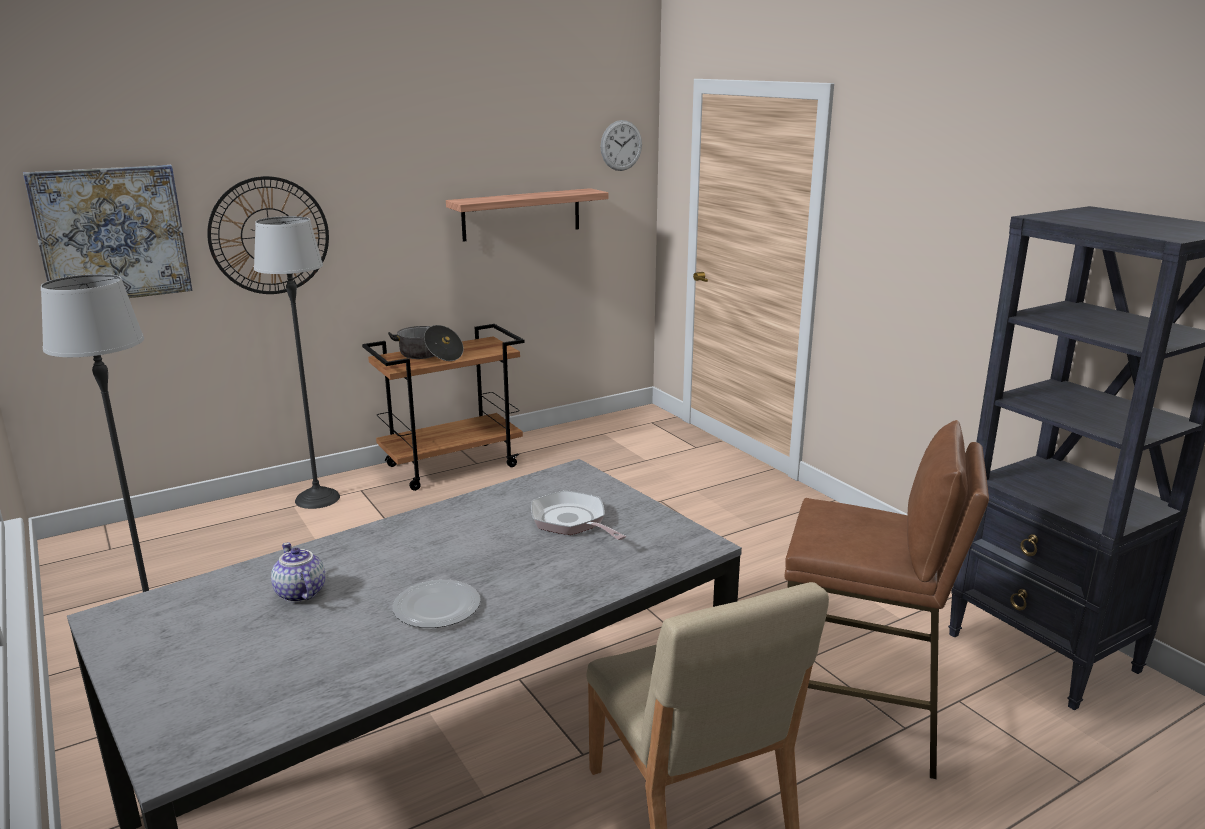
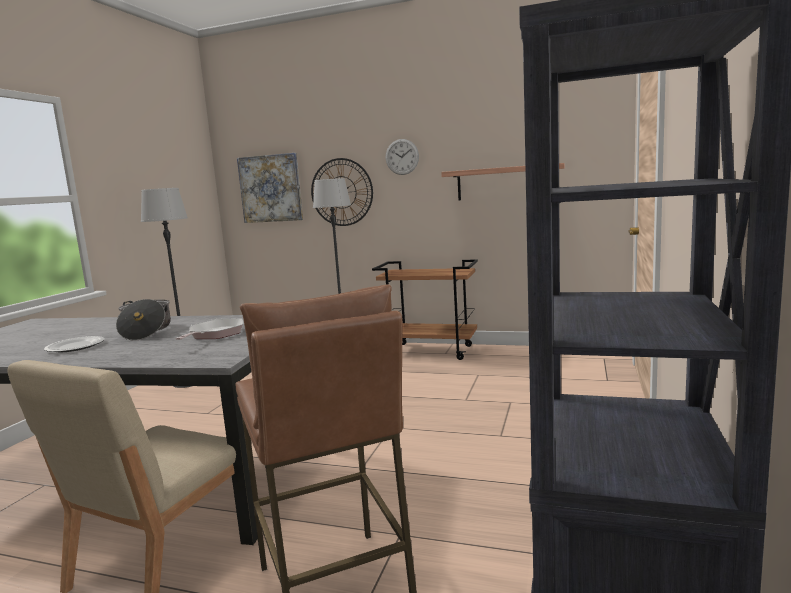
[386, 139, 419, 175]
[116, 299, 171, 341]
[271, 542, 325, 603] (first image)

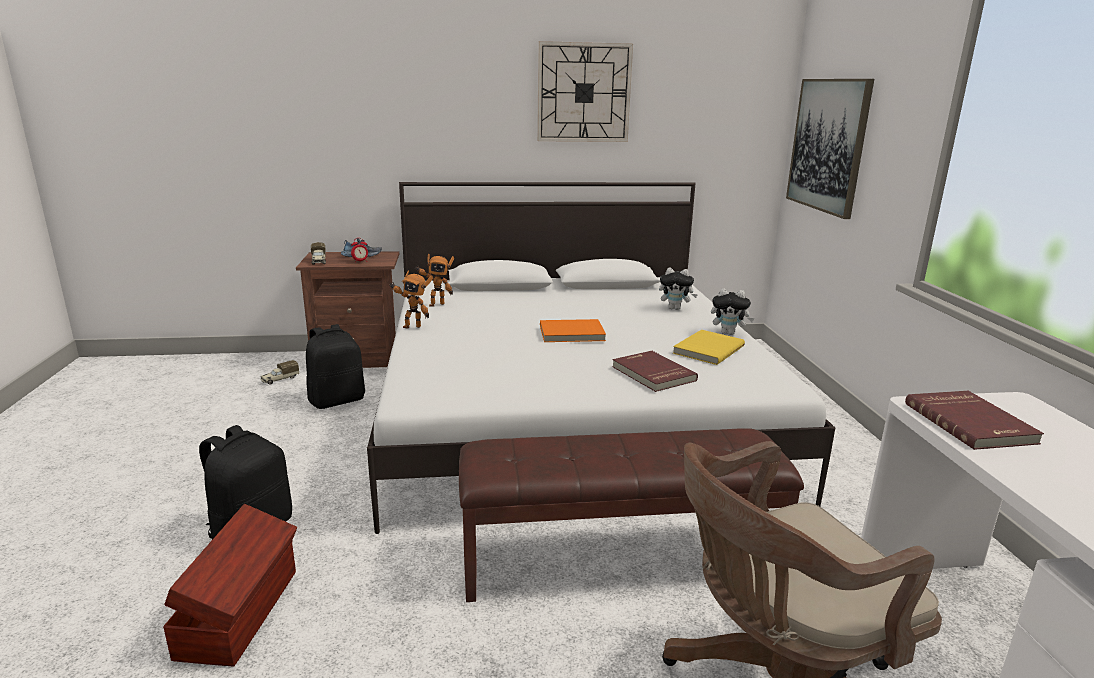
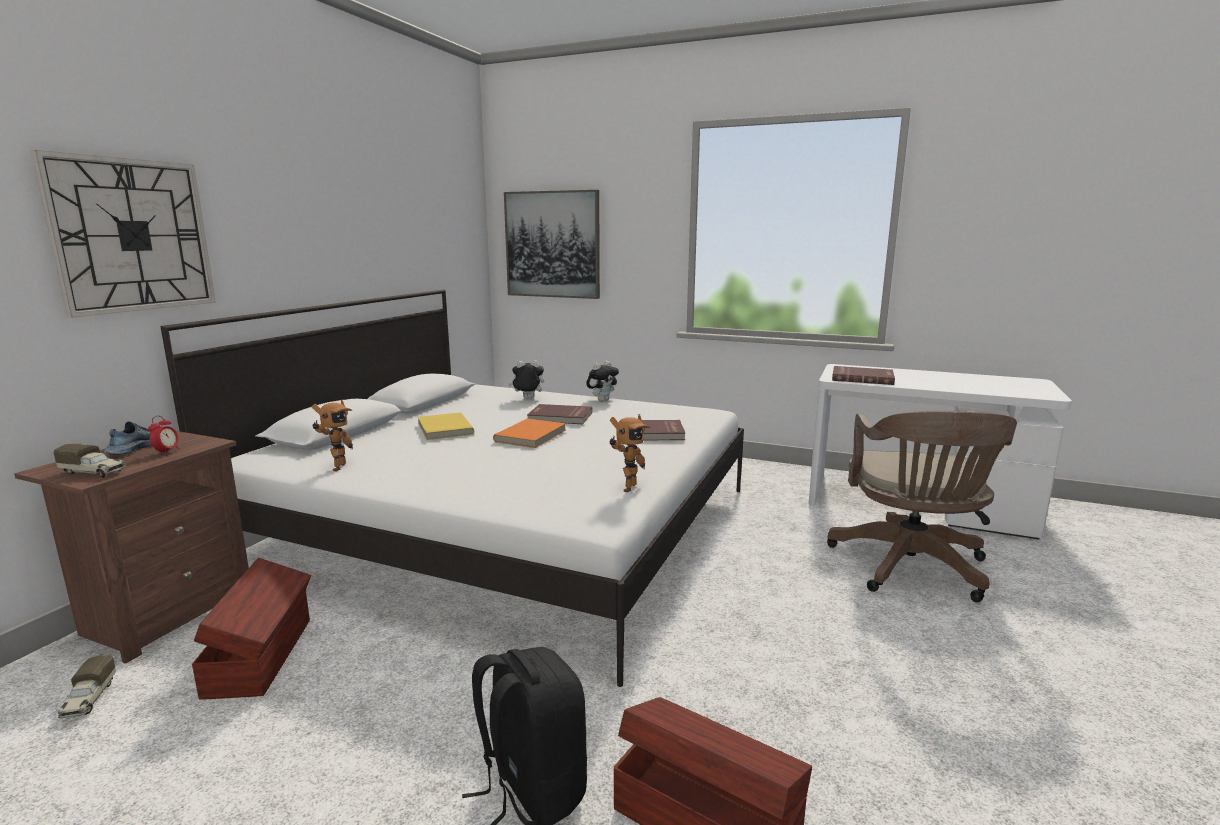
[31, 150, 216, 318]
[508, 360, 544, 399]
[609, 414, 650, 492]
[192, 558, 311, 700]
[418, 412, 474, 440]
[459, 428, 804, 602] (first image)
[527, 404, 593, 424]

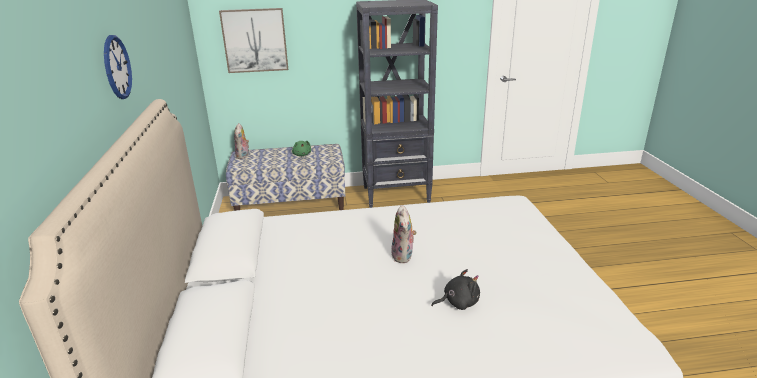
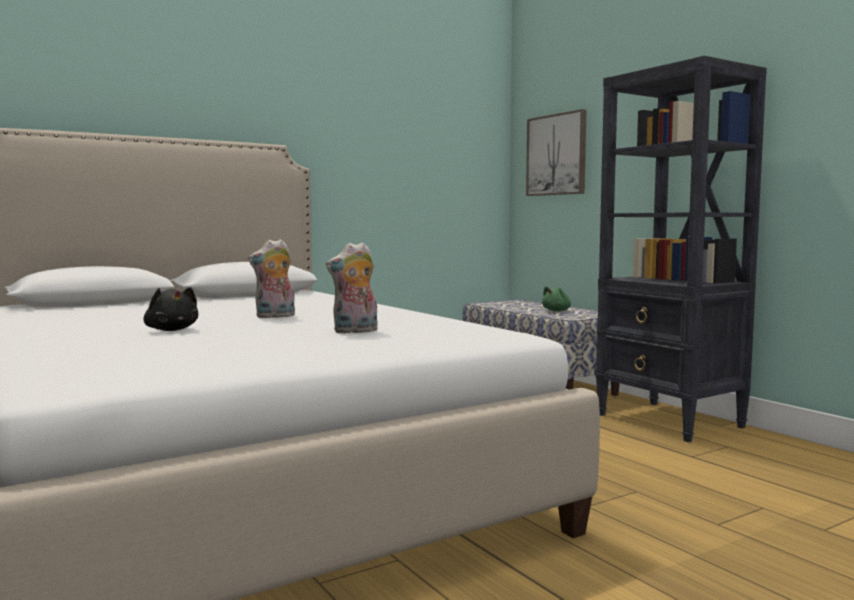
[104, 35, 132, 99] (first image)
[326, 242, 378, 334]

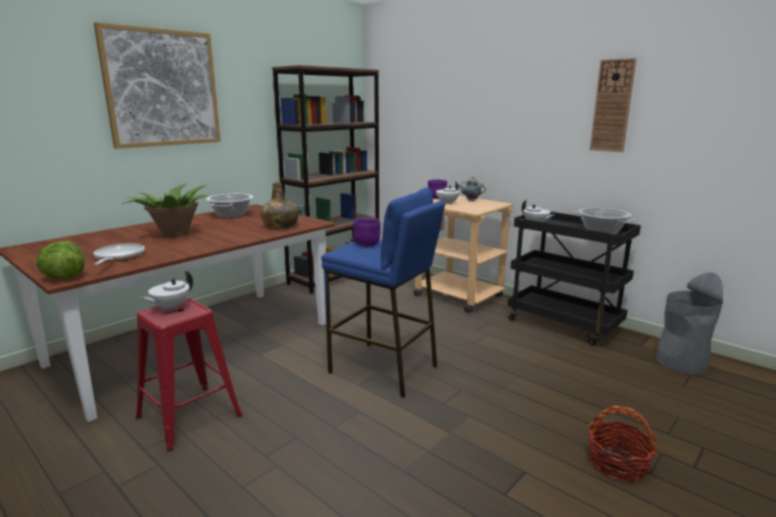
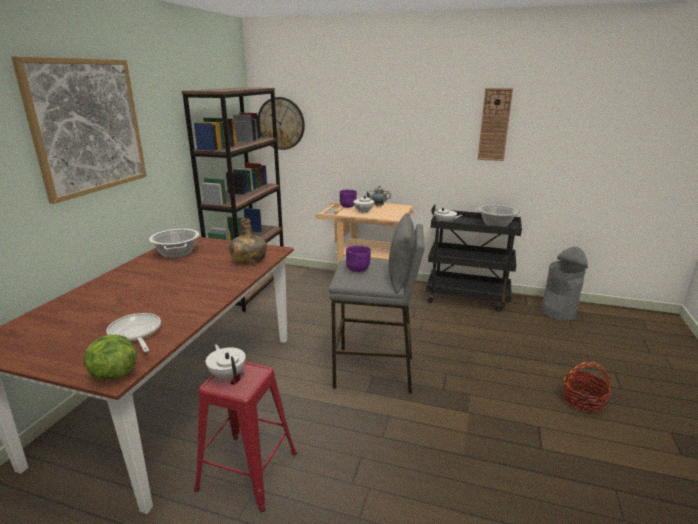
[122, 184, 208, 238] (first image)
[329, 213, 424, 394]
[206, 344, 246, 380]
[258, 97, 305, 150]

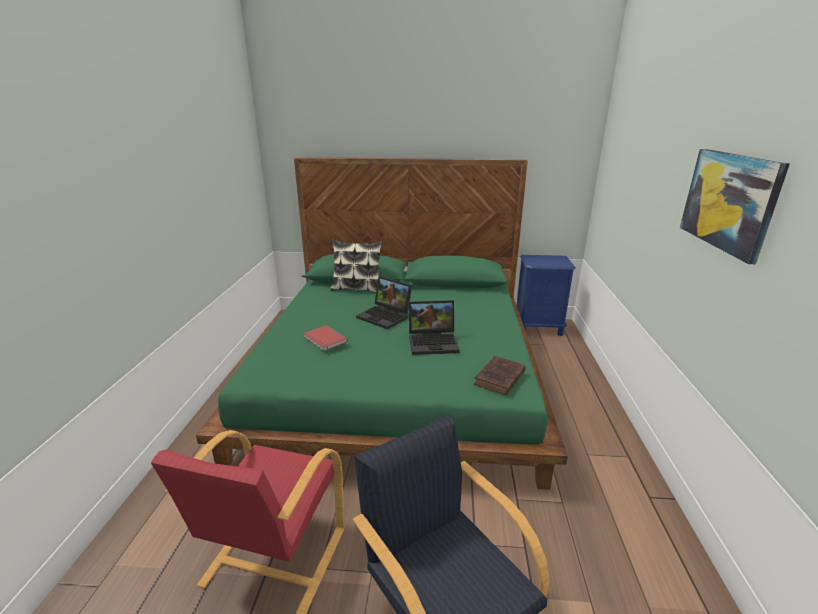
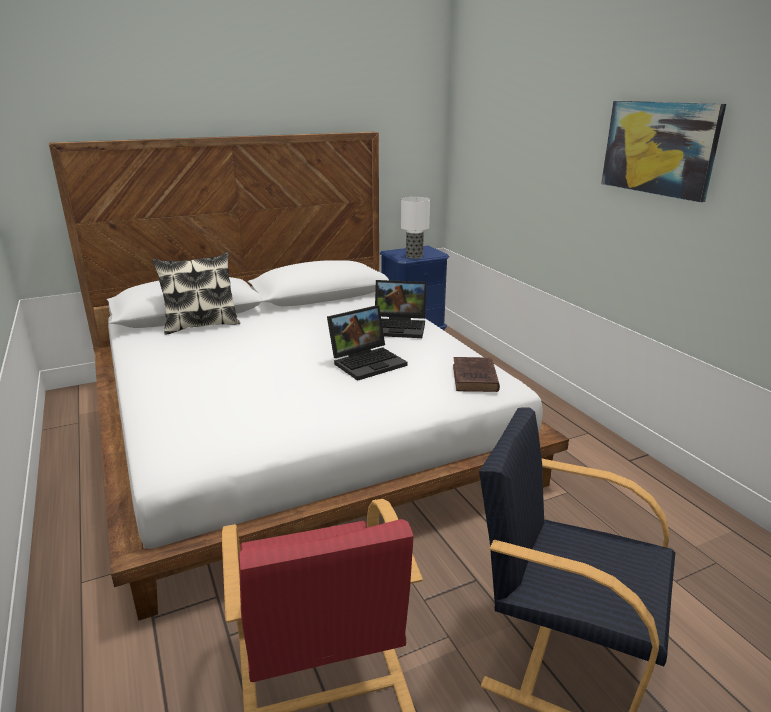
[49, 132, 569, 620]
[375, 280, 427, 338]
[303, 325, 348, 351] (first image)
[401, 197, 430, 259]

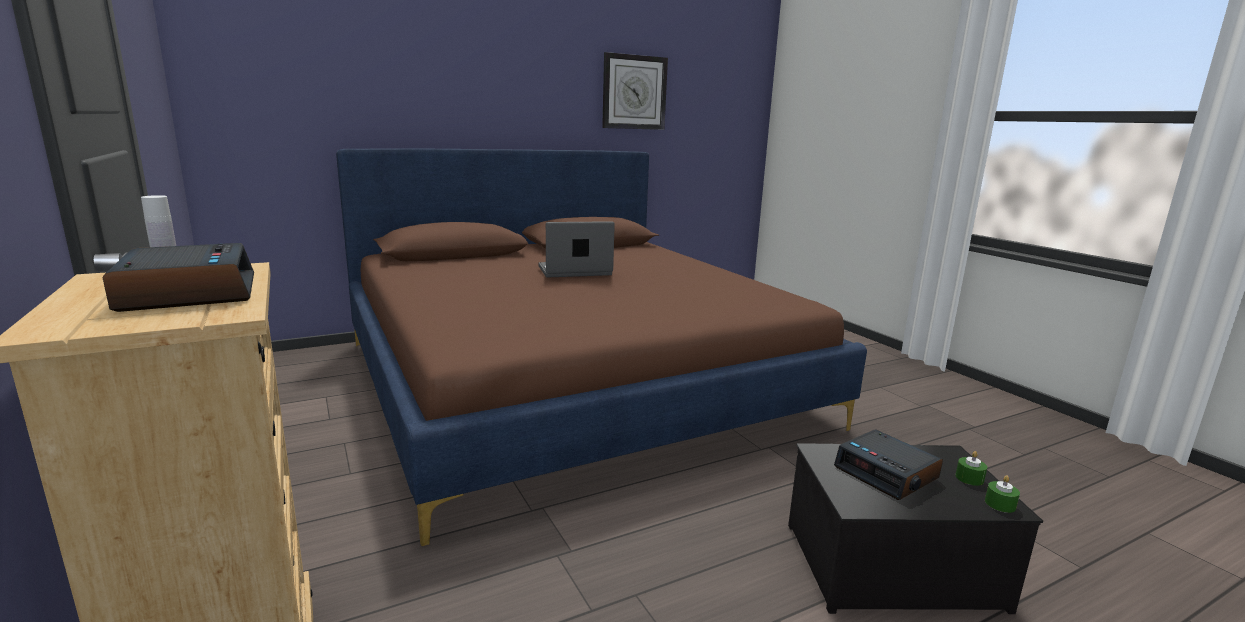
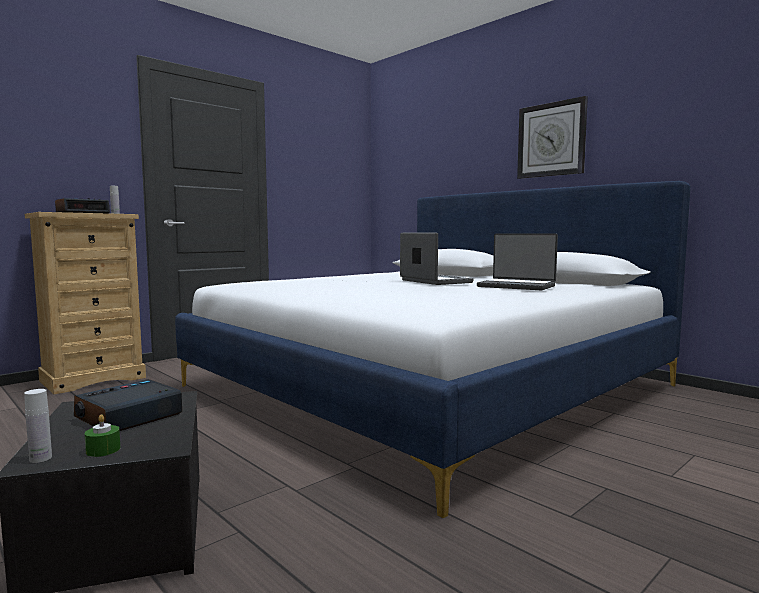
[517, 96, 588, 179]
[175, 181, 691, 518]
[24, 389, 52, 463]
[477, 234, 558, 291]

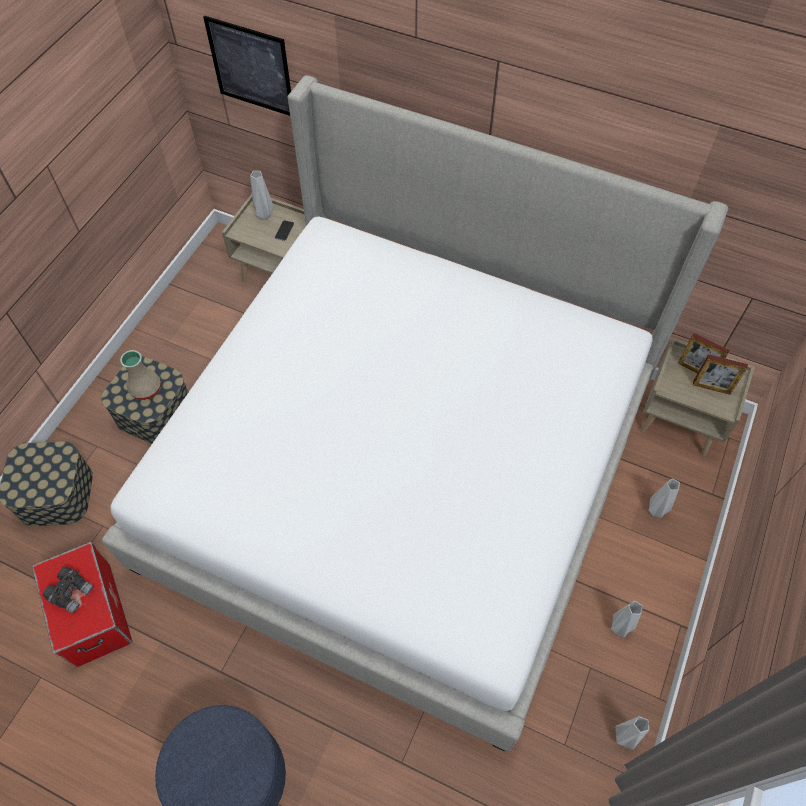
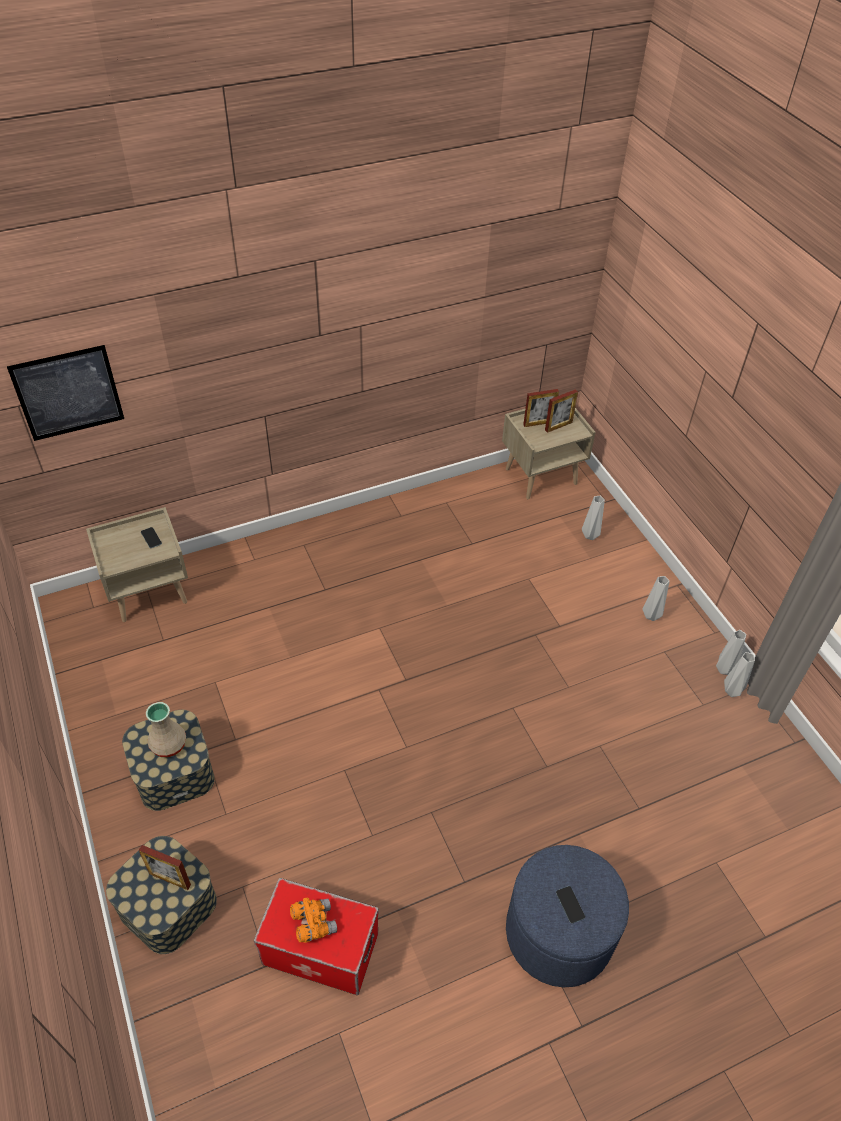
[102, 75, 728, 752] (first image)
[724, 652, 755, 697]
[290, 897, 337, 943]
[139, 845, 191, 890]
[556, 886, 585, 924]

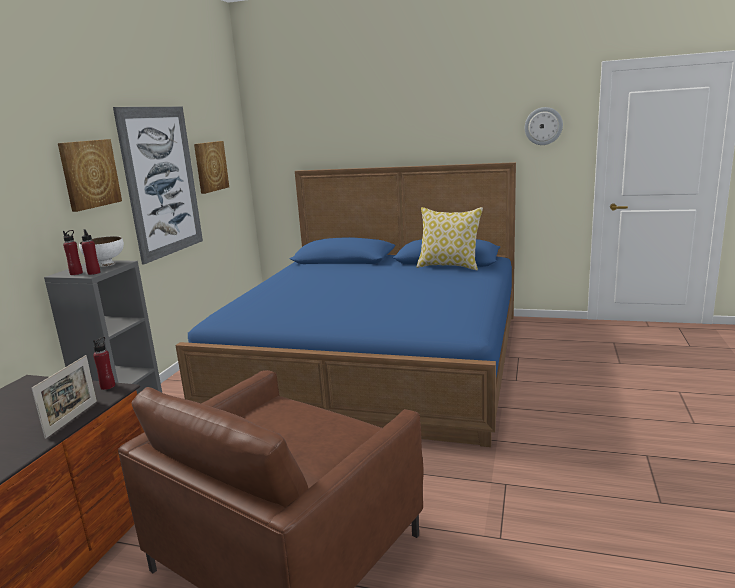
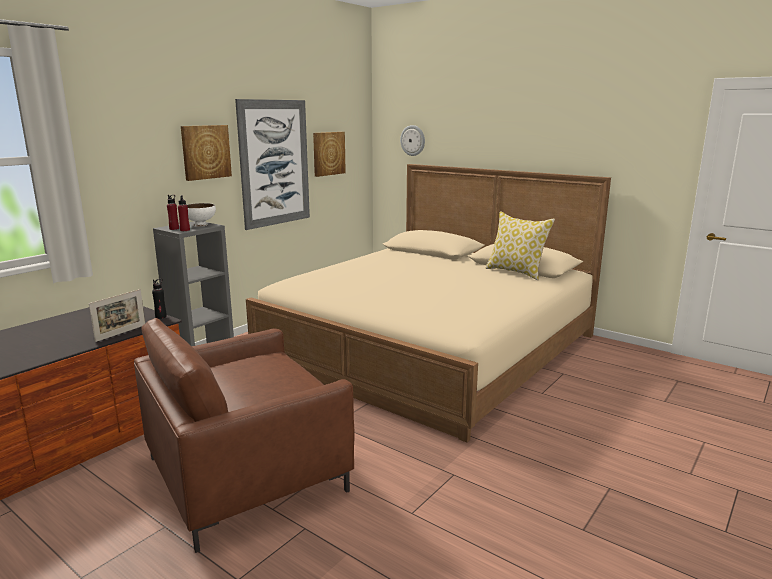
[400, 125, 425, 156]
[246, 164, 611, 442]
[152, 278, 167, 319]

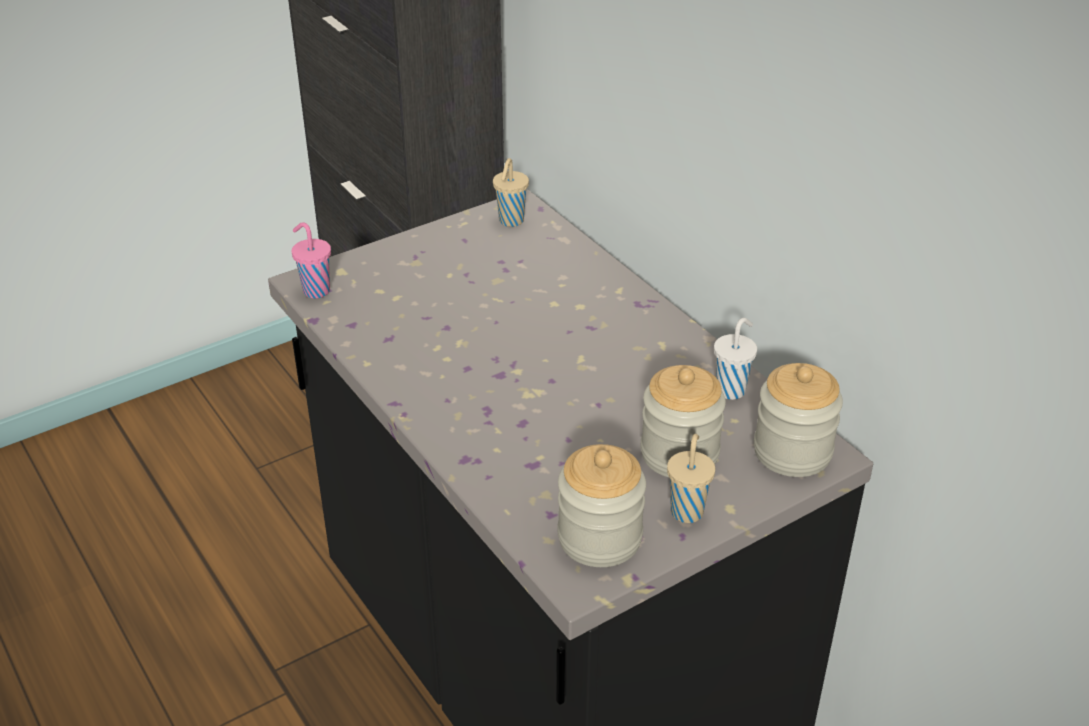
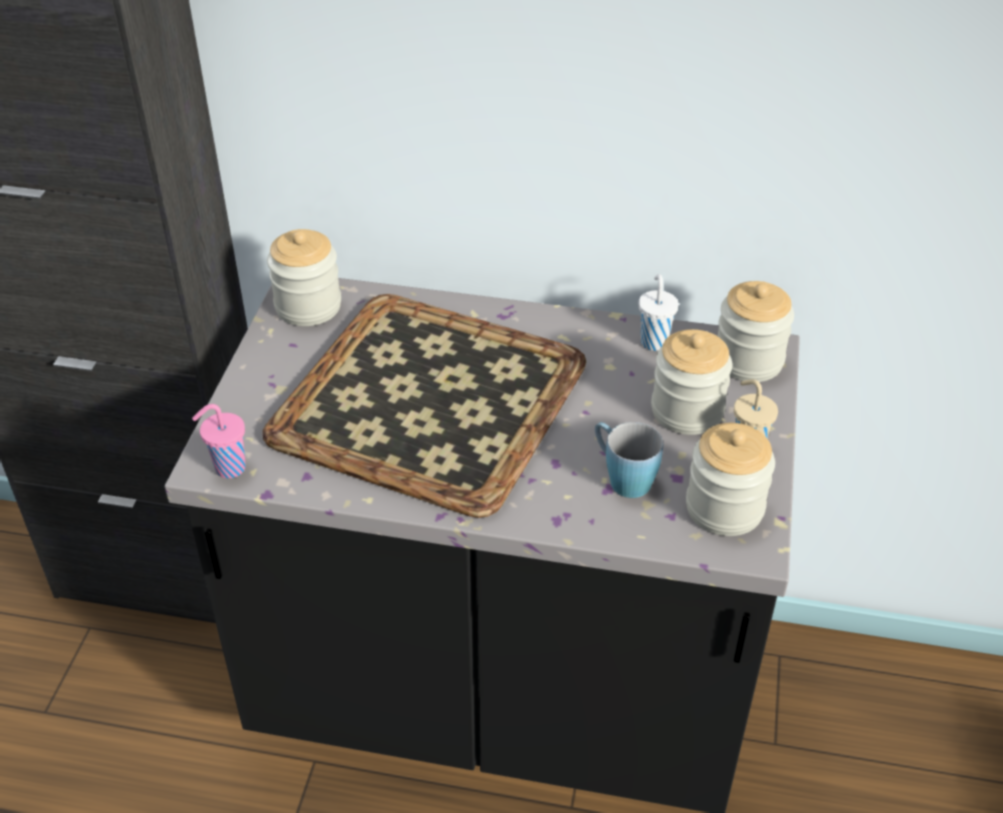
[267, 229, 341, 326]
[262, 294, 586, 518]
[595, 422, 663, 498]

